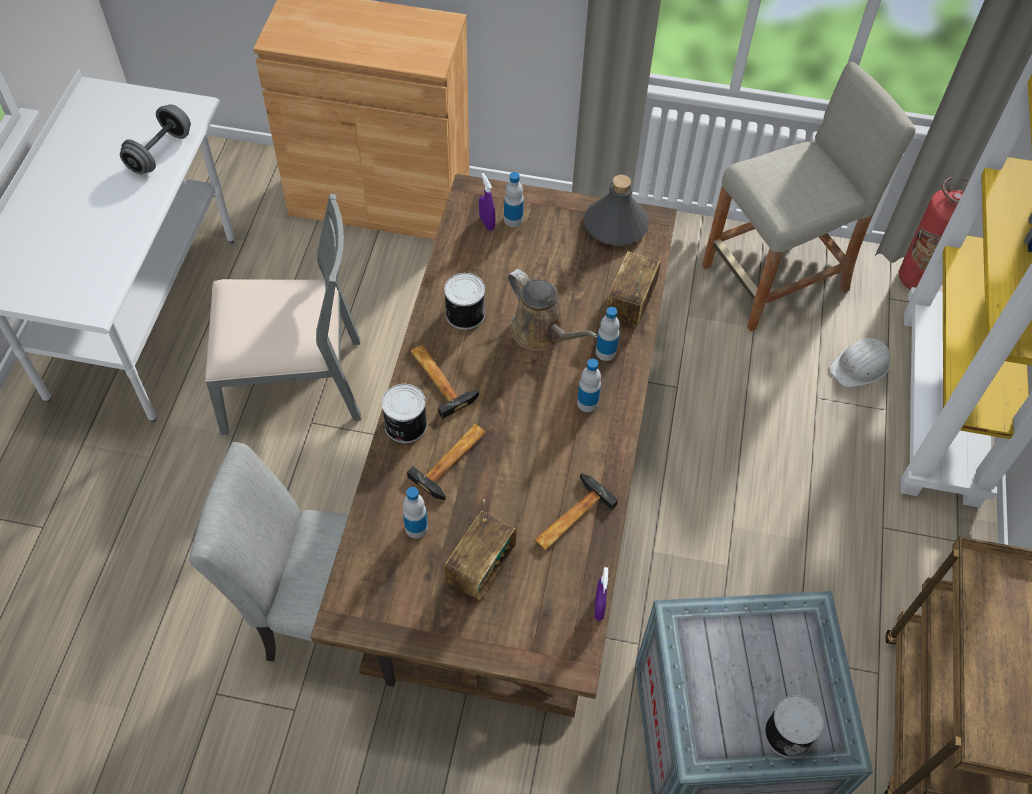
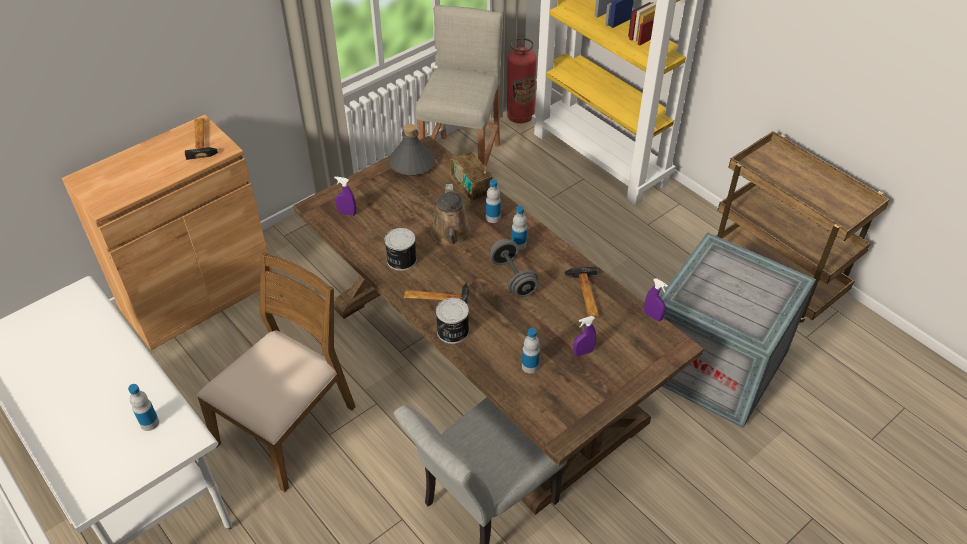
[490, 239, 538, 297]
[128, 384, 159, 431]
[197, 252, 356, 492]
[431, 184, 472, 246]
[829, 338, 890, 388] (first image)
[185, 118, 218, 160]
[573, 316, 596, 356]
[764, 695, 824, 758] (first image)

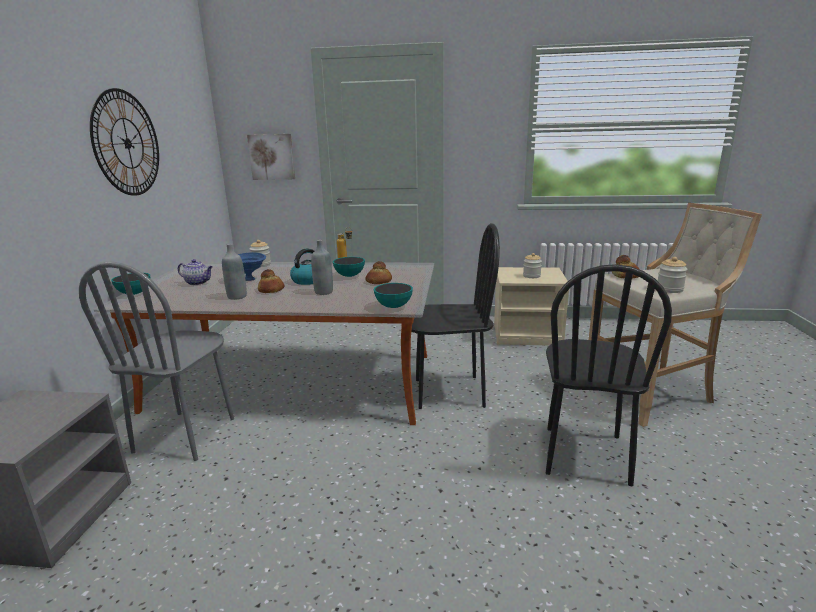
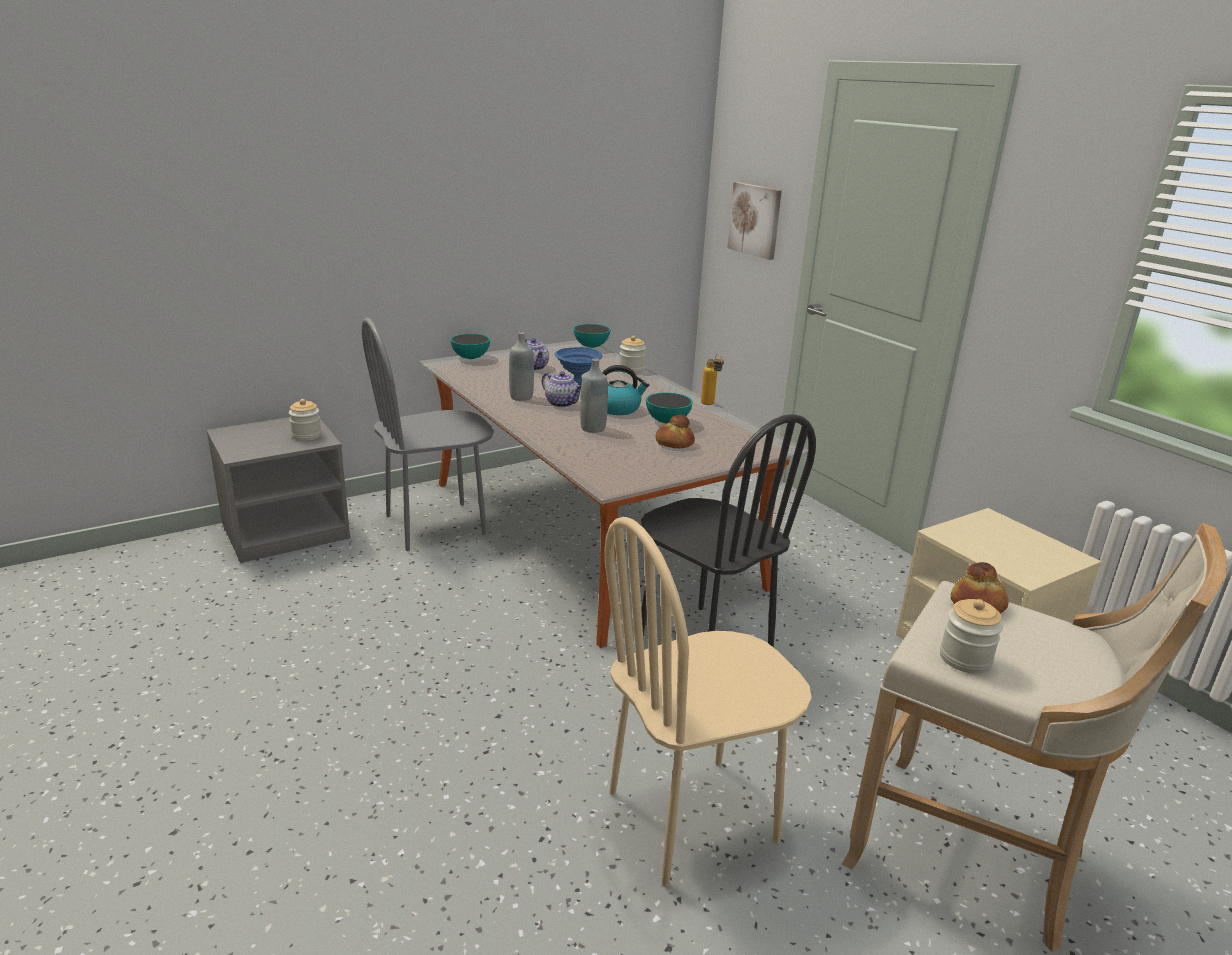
[90, 88, 159, 196] (first image)
[289, 399, 322, 441]
[605, 517, 812, 887]
[542, 371, 581, 407]
[573, 324, 610, 348]

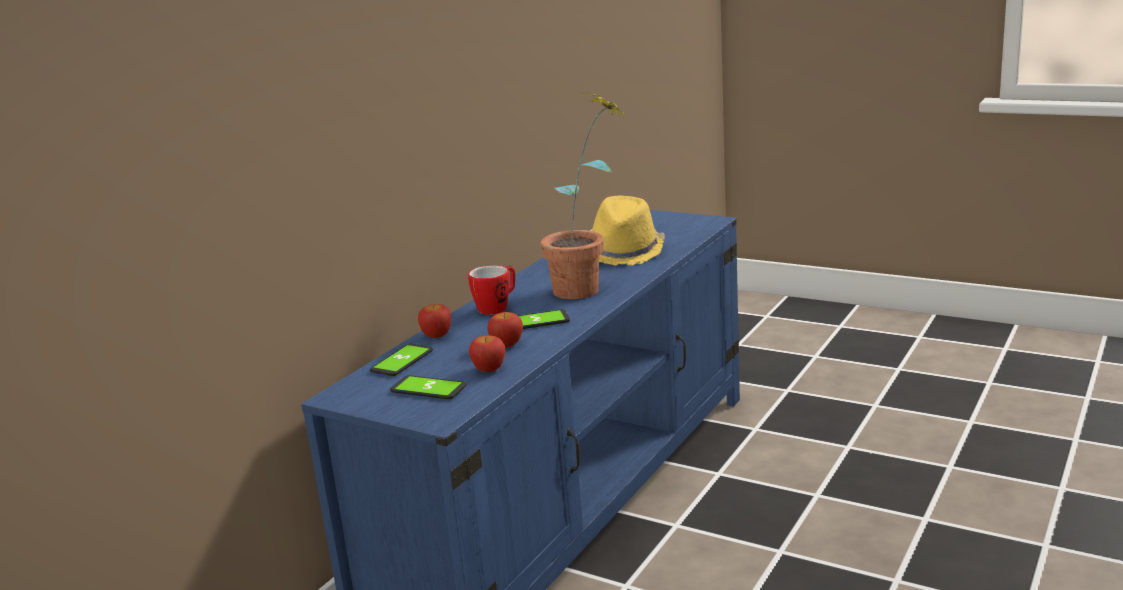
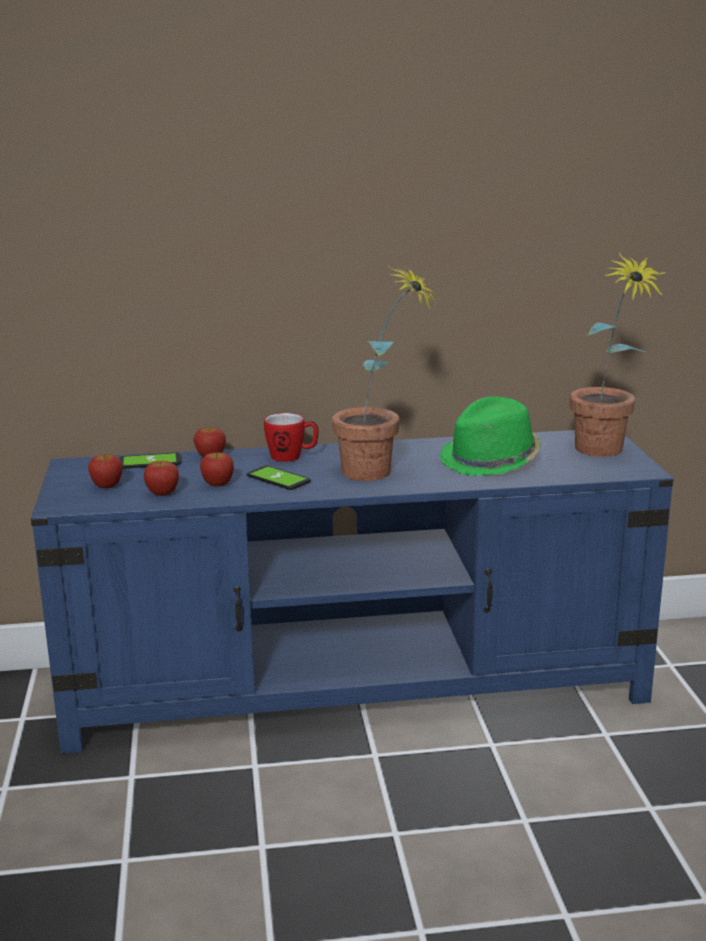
[440, 396, 541, 476]
[88, 454, 122, 488]
[570, 253, 667, 457]

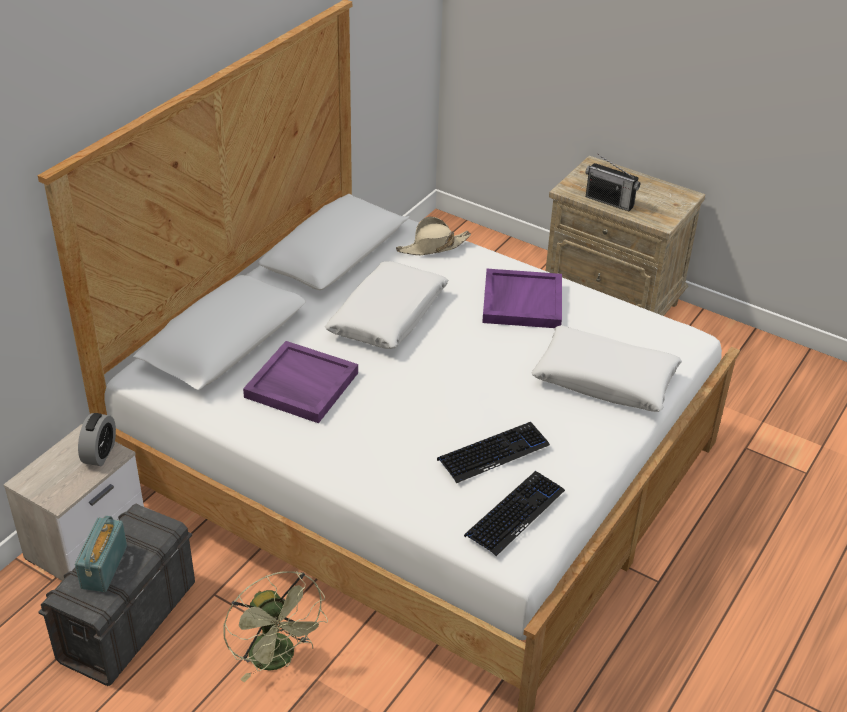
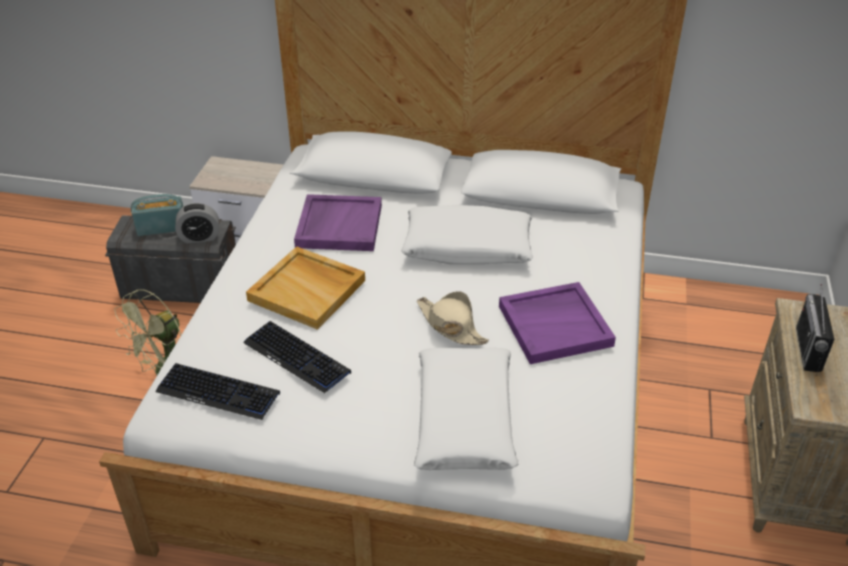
[417, 291, 489, 345]
[175, 203, 219, 243]
[246, 246, 365, 330]

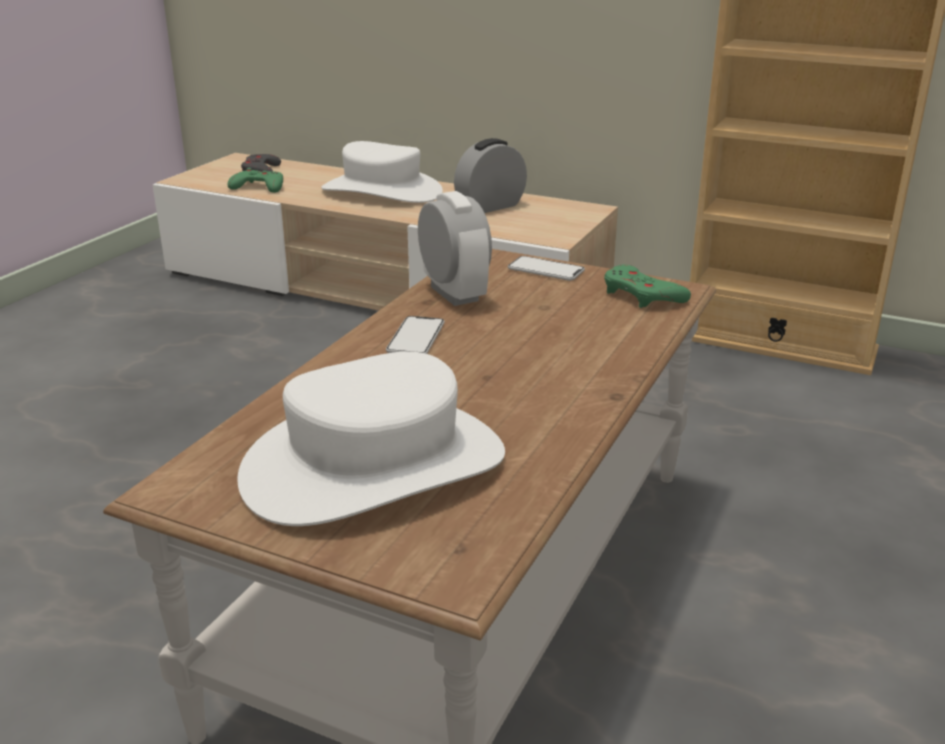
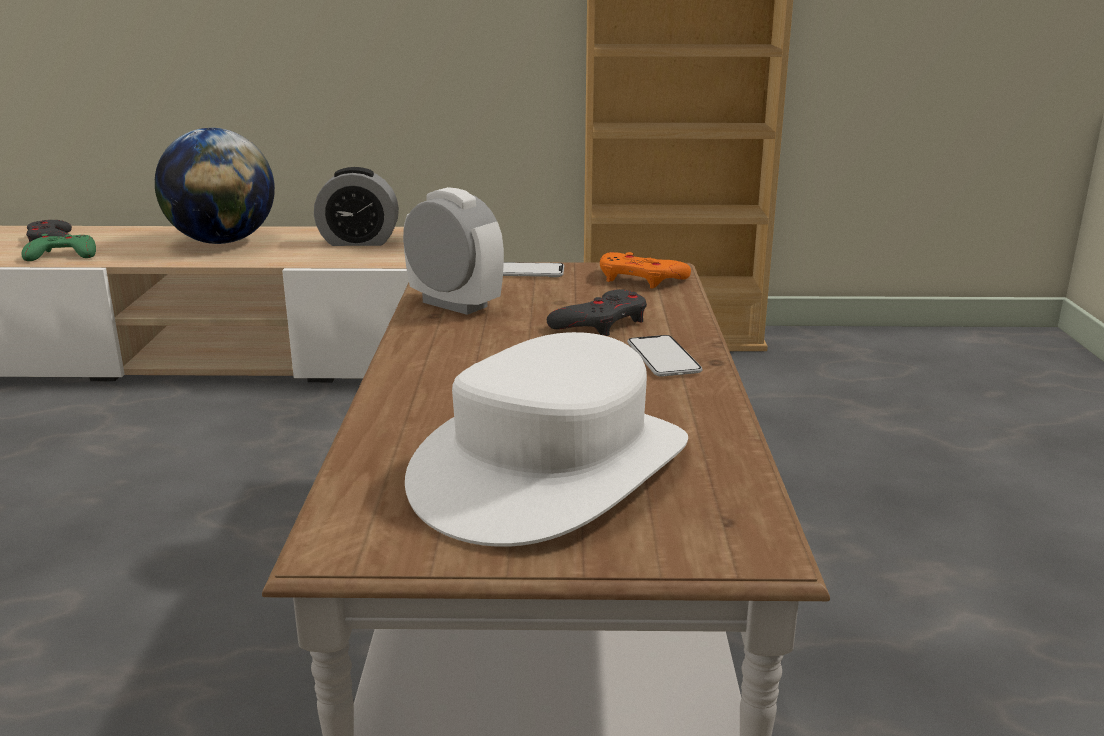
[314, 167, 399, 246]
[155, 128, 275, 244]
[600, 252, 691, 288]
[627, 335, 703, 377]
[547, 289, 647, 336]

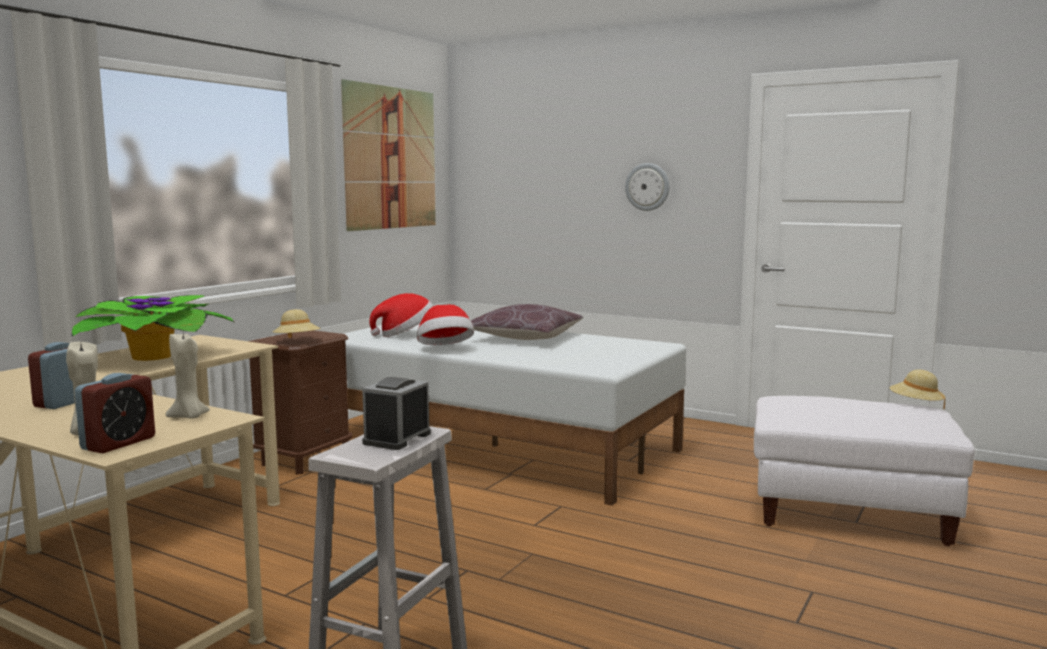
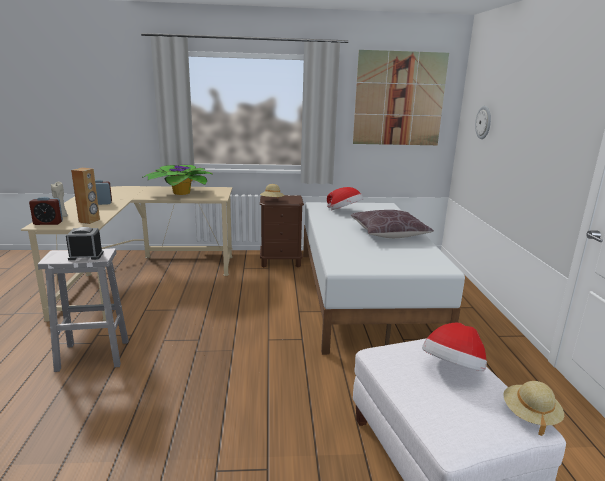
[475, 106, 491, 139]
[422, 323, 487, 371]
[71, 168, 100, 224]

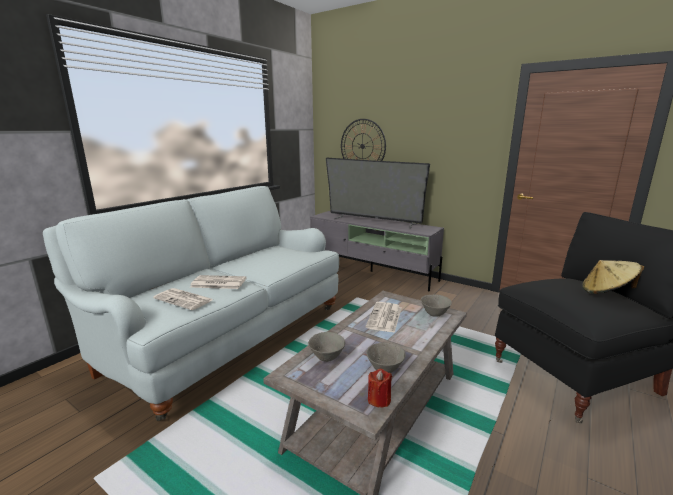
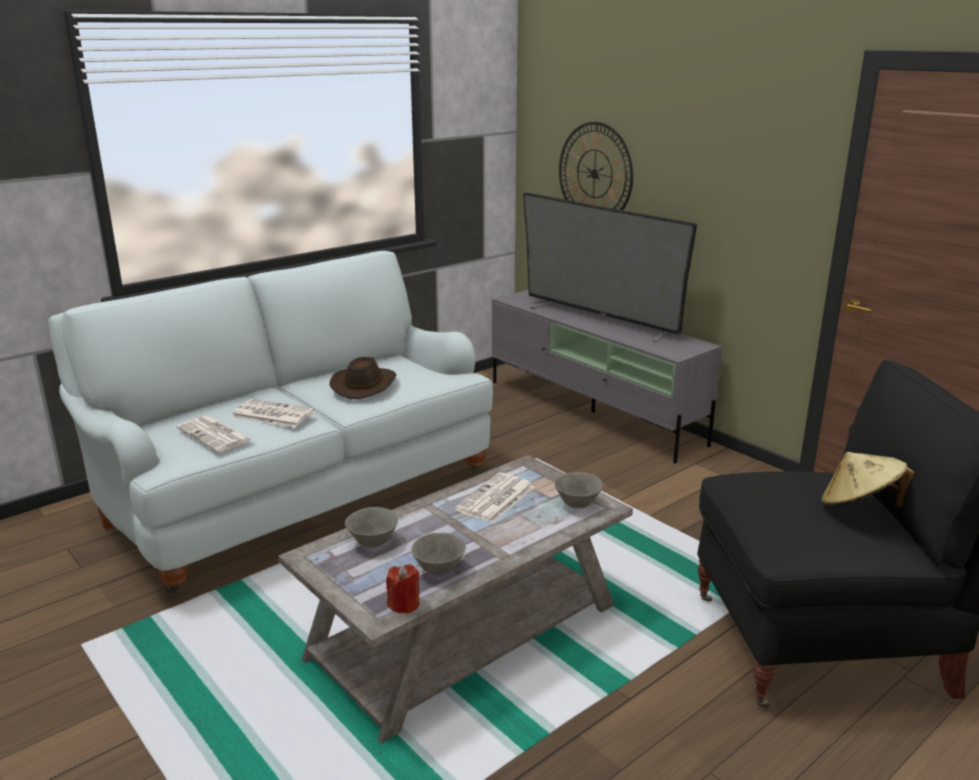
[330, 357, 397, 399]

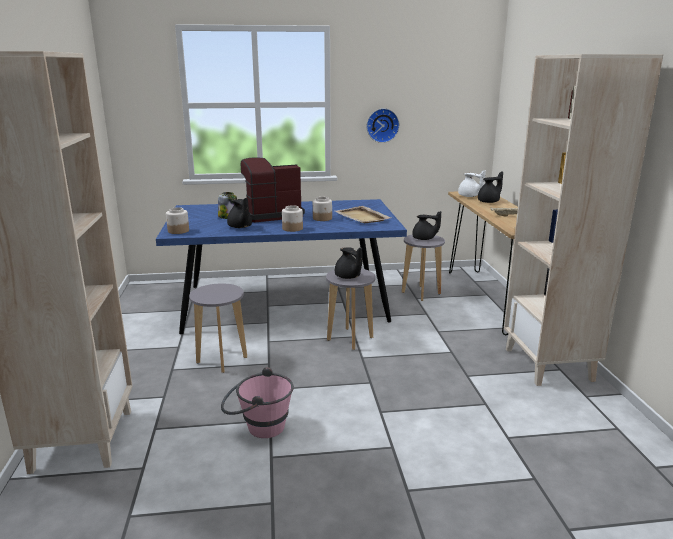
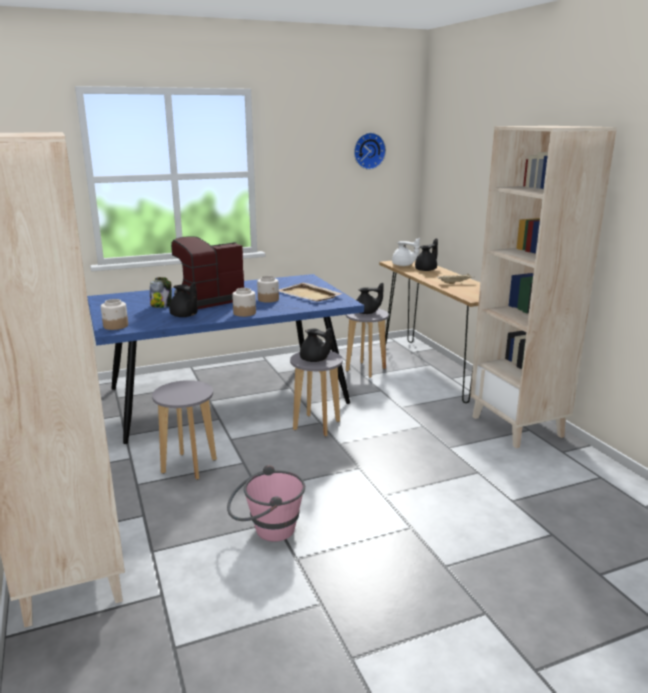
[354, 133, 386, 170]

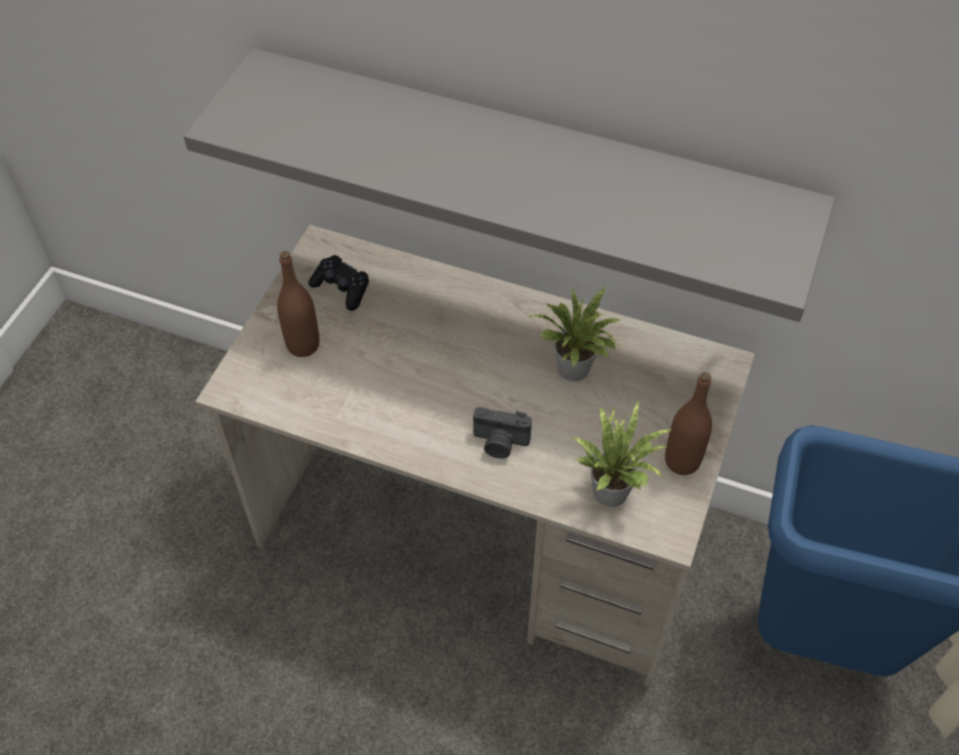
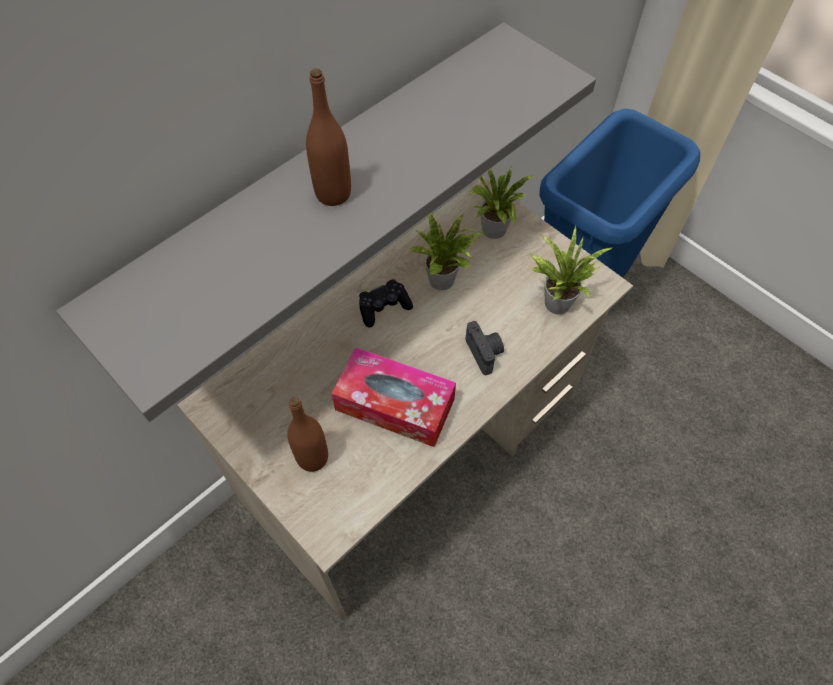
[359, 279, 413, 328]
[306, 69, 351, 206]
[465, 321, 504, 375]
[468, 165, 534, 239]
[331, 347, 456, 447]

